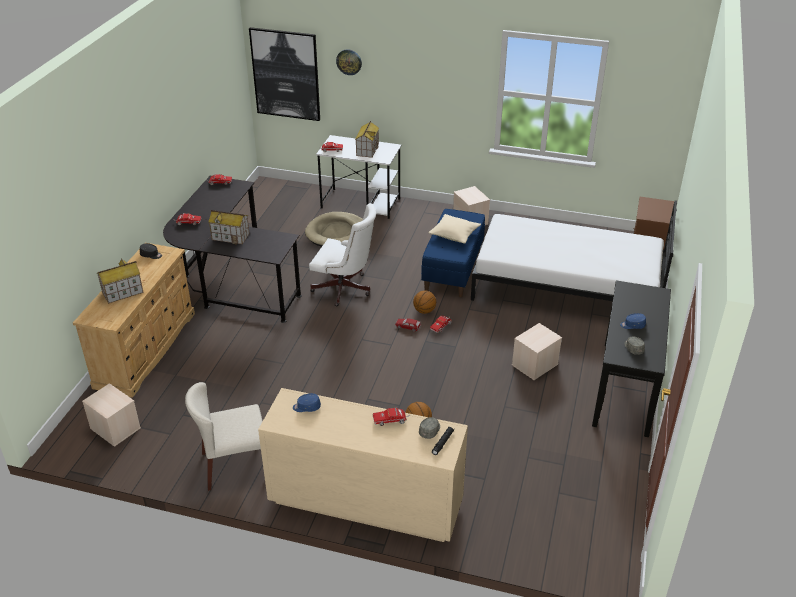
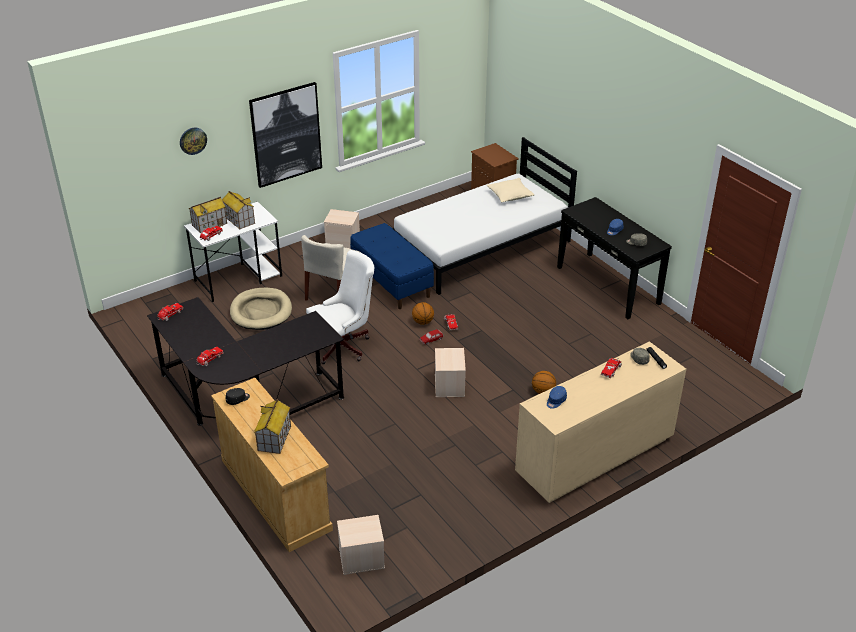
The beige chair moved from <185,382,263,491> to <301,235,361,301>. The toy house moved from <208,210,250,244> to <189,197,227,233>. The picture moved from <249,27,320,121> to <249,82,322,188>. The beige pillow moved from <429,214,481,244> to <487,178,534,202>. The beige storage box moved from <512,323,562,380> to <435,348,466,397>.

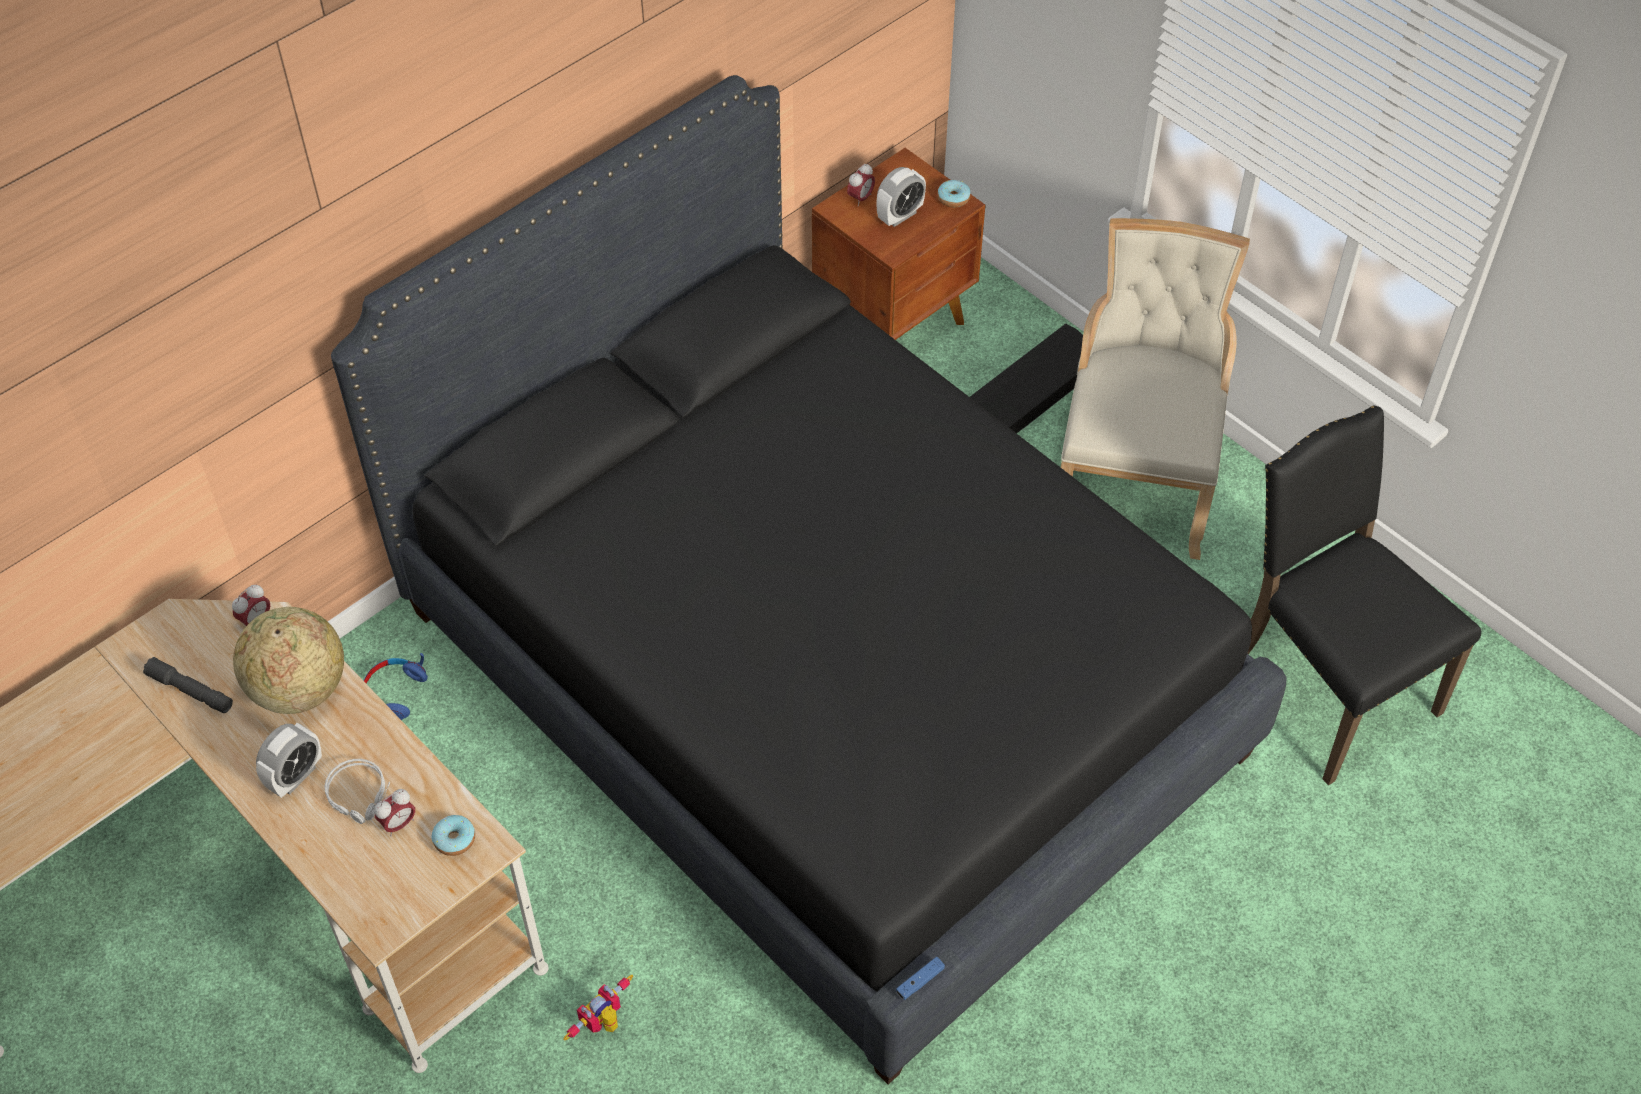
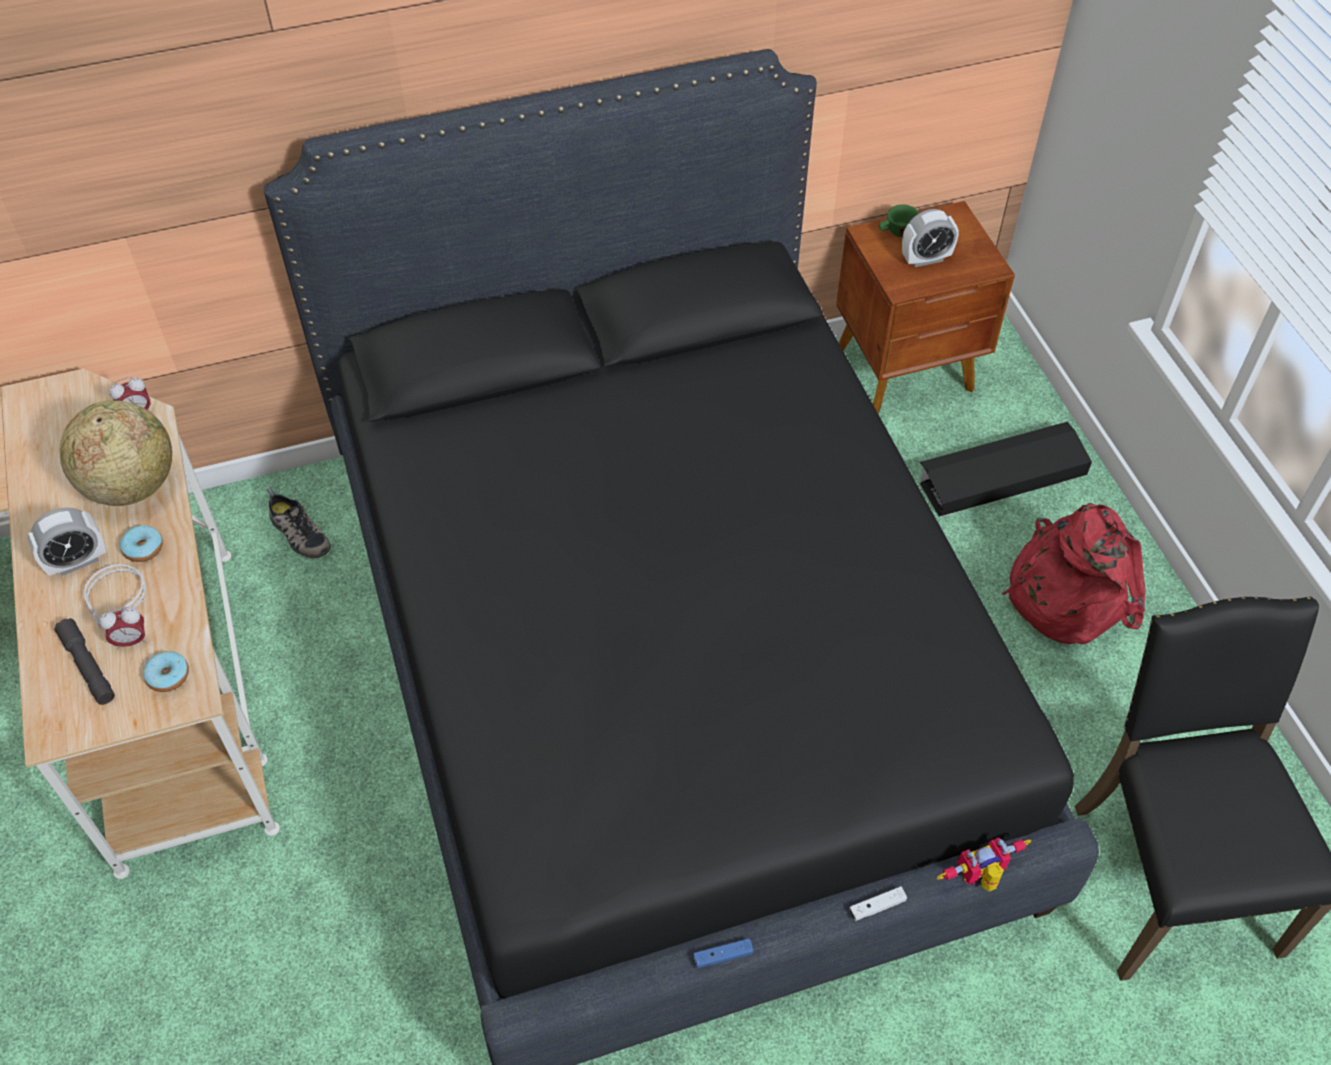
The white game controller at <849,886,907,921> appeared. The grey flashlight moved from <143,657,233,713> to <54,618,115,705>. The toy robot moved from <563,975,633,1041> to <937,838,1031,892>. The blue game controller moved from <896,957,945,1000> to <693,938,754,968>. The donut moved from <937,180,971,208> to <120,525,163,562>. The blue headphones at <363,653,428,720> was replaced by the shoe at <267,487,331,558>. The alarm clock at <847,164,875,206> was replaced by the green cup at <879,204,919,237>. The beige chair at <1061,218,1250,560> was replaced by the red backpack at <1002,503,1145,644>.

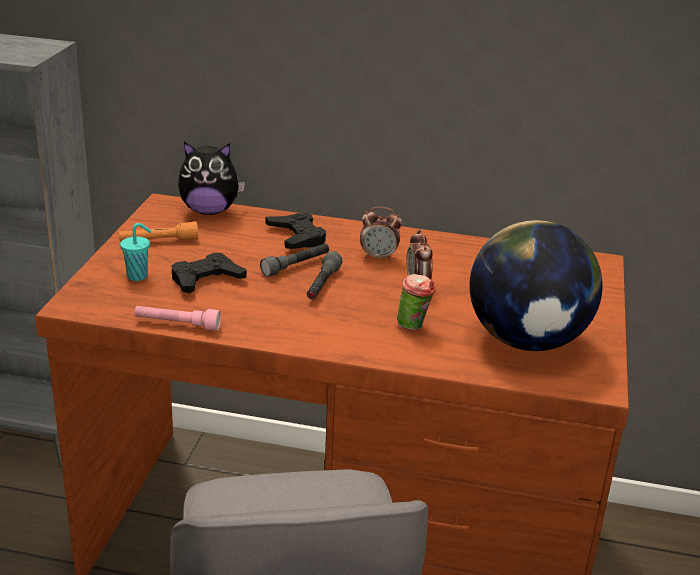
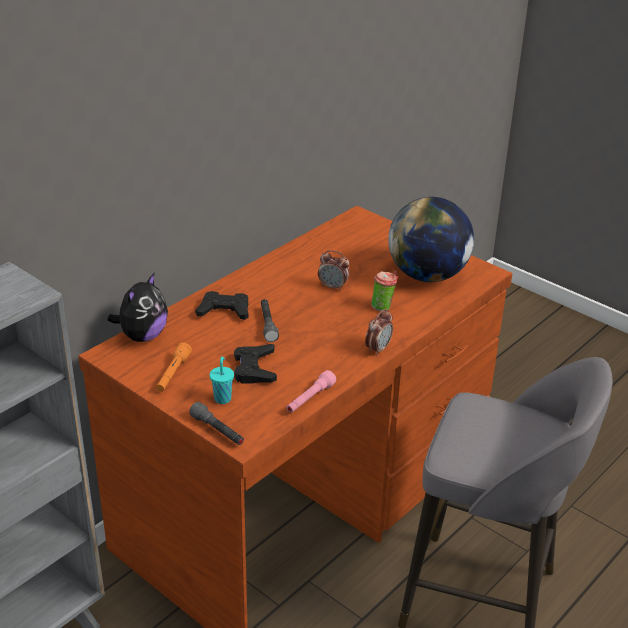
The grey flashlight moved from <307,251,343,299> to <189,402,244,445>. The alarm clock moved from <360,207,402,261> to <365,309,393,356>.

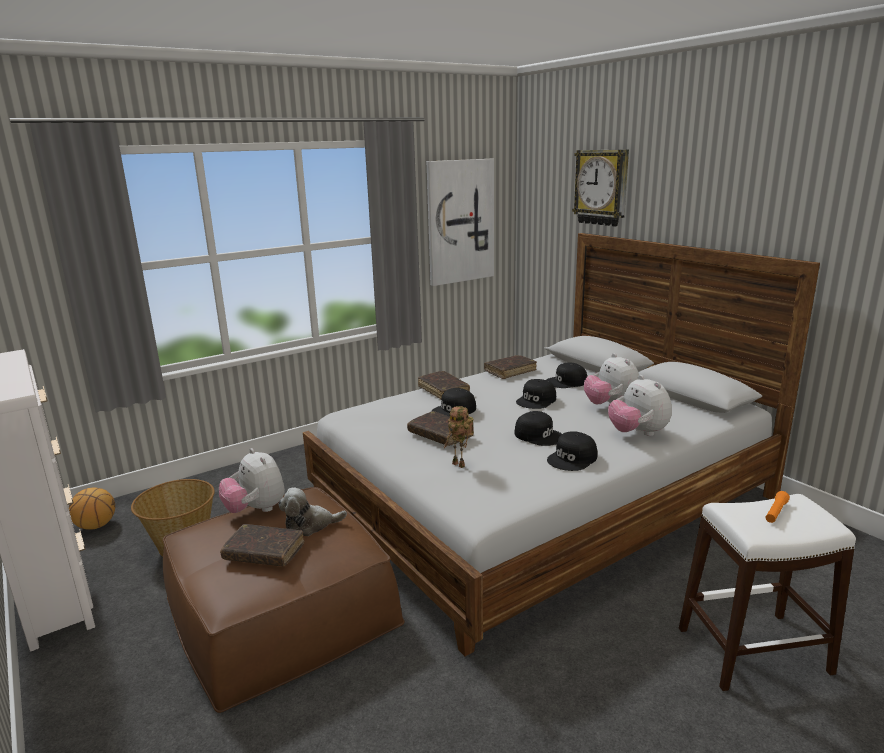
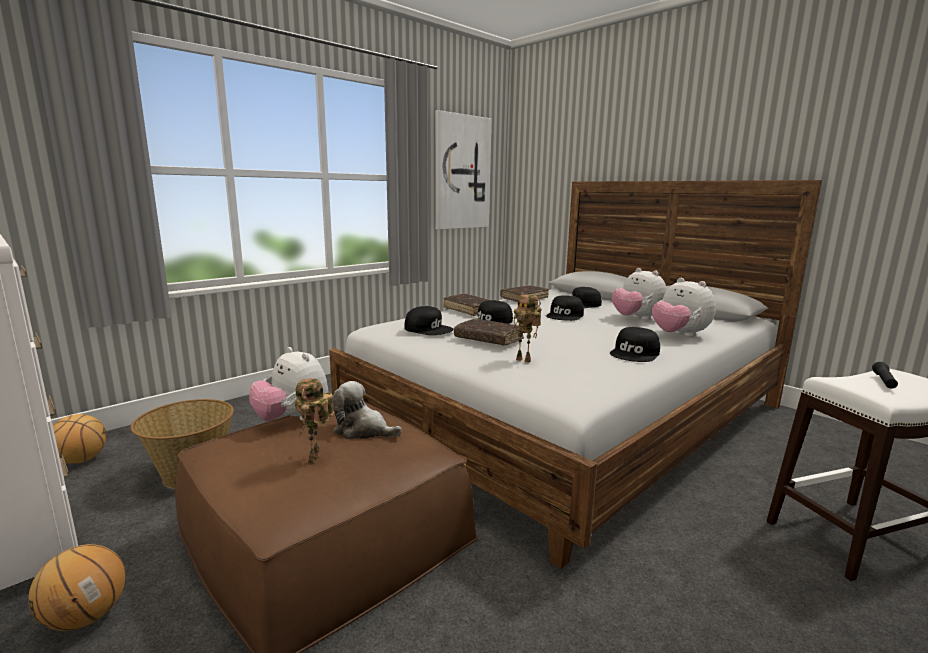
The wall clock at <572,150,629,227> disappeared. The basketball at <28,544,125,631> appeared. The black cap moved from <514,411,562,446> to <404,306,454,335>. The brown book at <220,524,305,567> was replaced by the toy robot at <295,378,334,463>. The orange flashlight at <766,491,790,523> became the black flashlight at <872,362,898,388>. The plush toy at <278,487,347,536> turned 45 degrees clockwise.

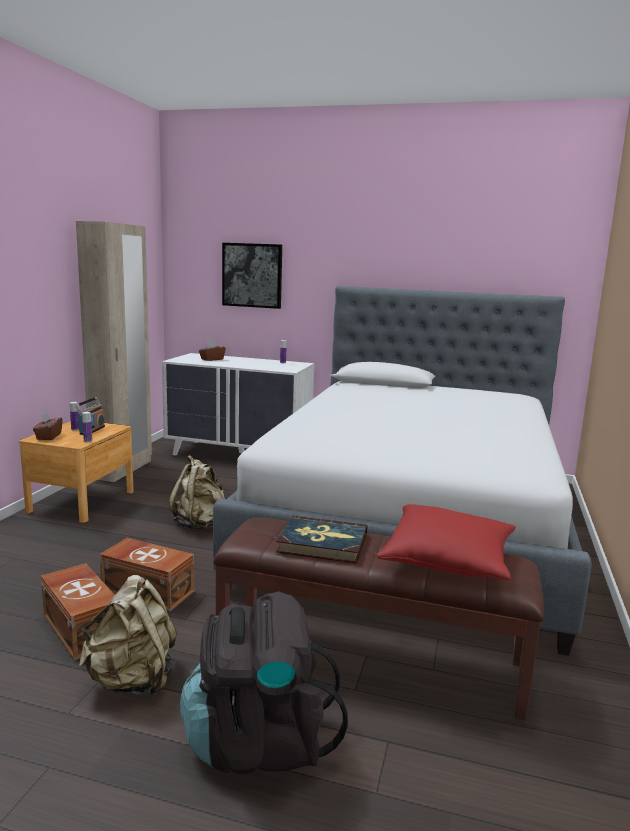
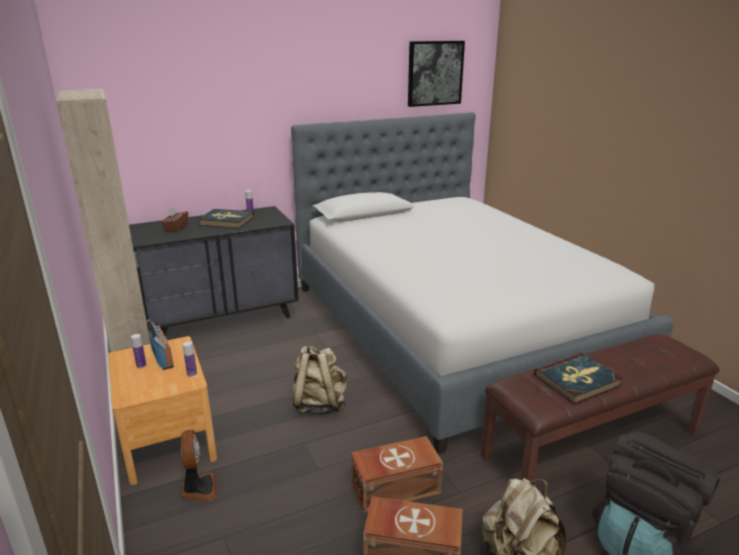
The brown tissue box at <33,412,63,440> disappeared. The red pillow at <376,504,516,580> disappeared. The fan at <181,430,216,501> appeared. The book at <198,209,254,229> appeared. The picture moved from <222,243,282,309> to <408,41,465,107>. The white dresser at <162,353,314,455> became the black dresser at <129,206,299,335>.

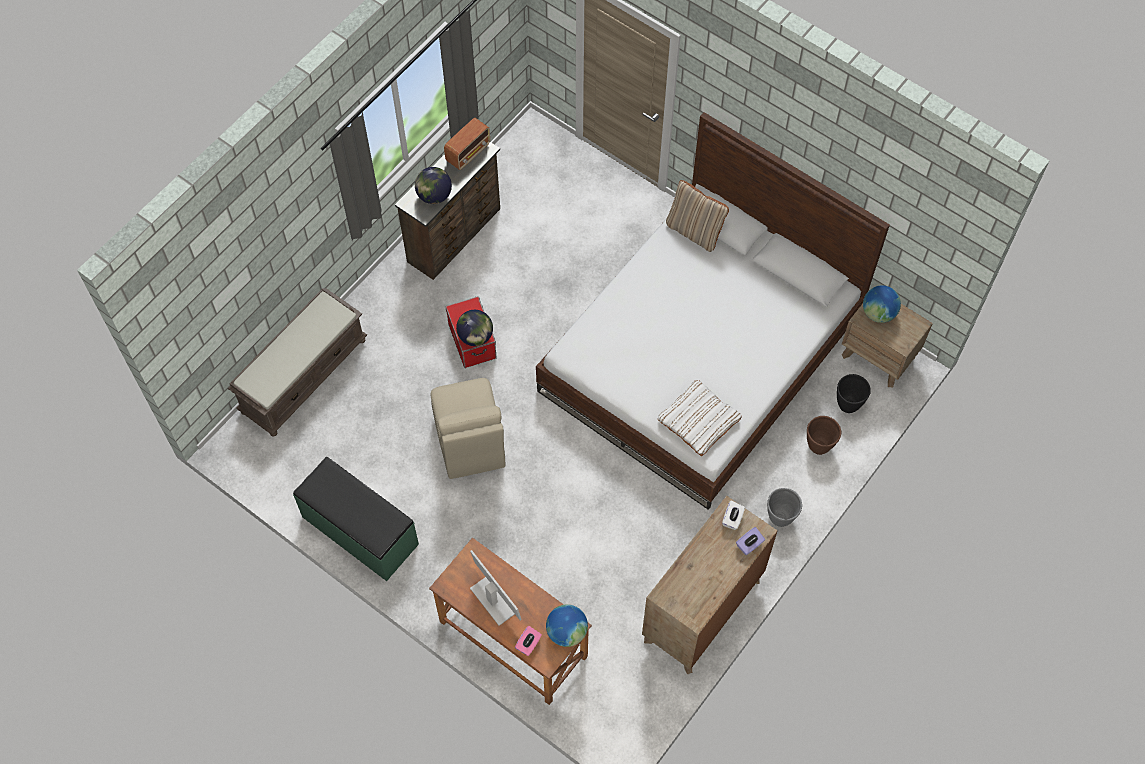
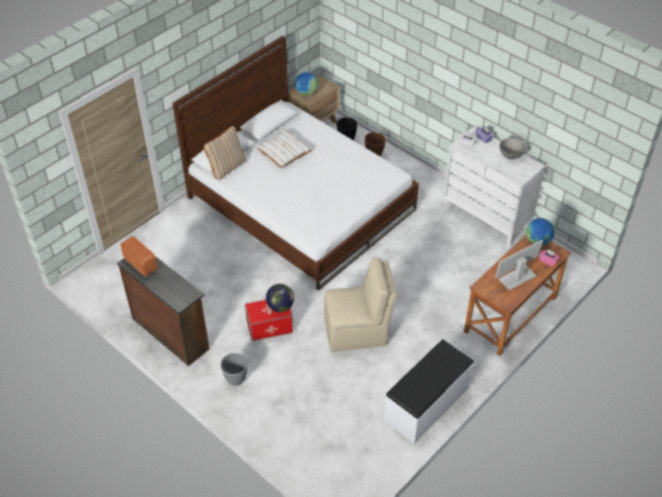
The brown bench at <228,288,367,437> disappeared. The globe at <415,167,452,204> disappeared. The grey bowl at <499,137,526,159> appeared. The white pillow moved from <658,380,742,456> to <257,130,311,168>. The grey planter moved from <767,488,802,527> to <220,353,248,386>. The green bench at <293,457,419,581> became the white bench at <384,339,474,444>. The brown dresser at <642,496,778,675> became the white dresser at <444,127,546,248>.

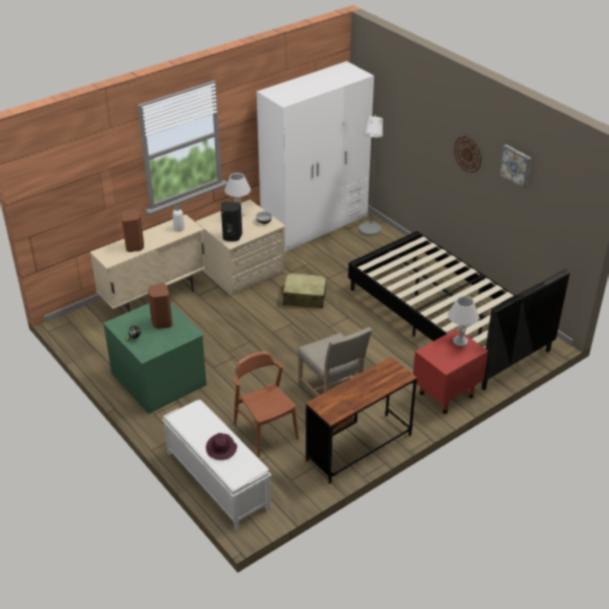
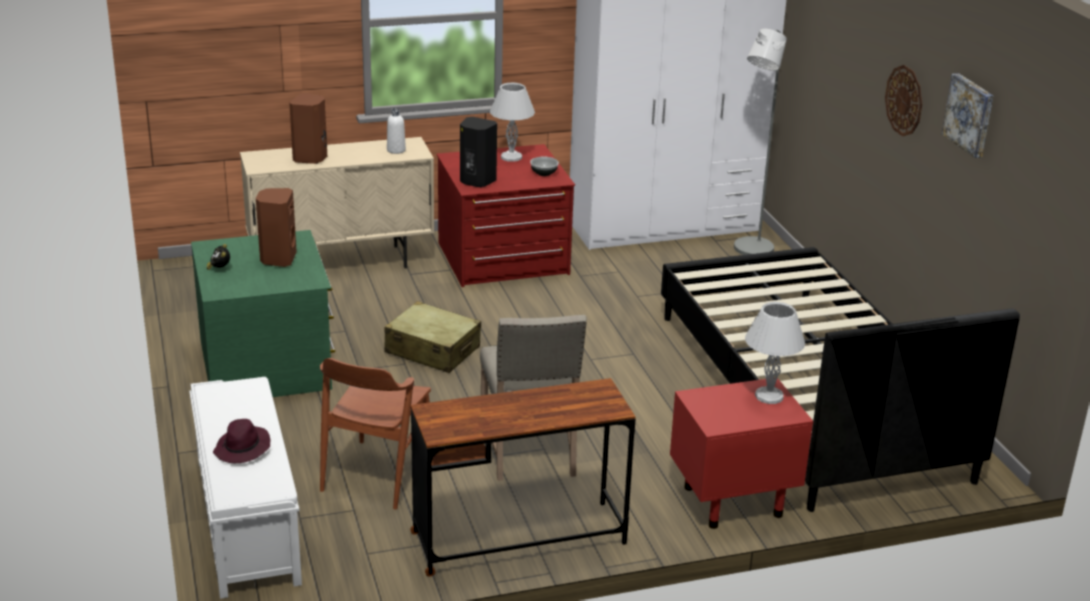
The beige suitcase moved from <282,272,327,308> to <384,301,481,373>. The beige dresser at <195,200,286,297> became the red dresser at <437,144,575,287>. The brown chair at <234,351,299,457> turned 150 degrees counterclockwise.

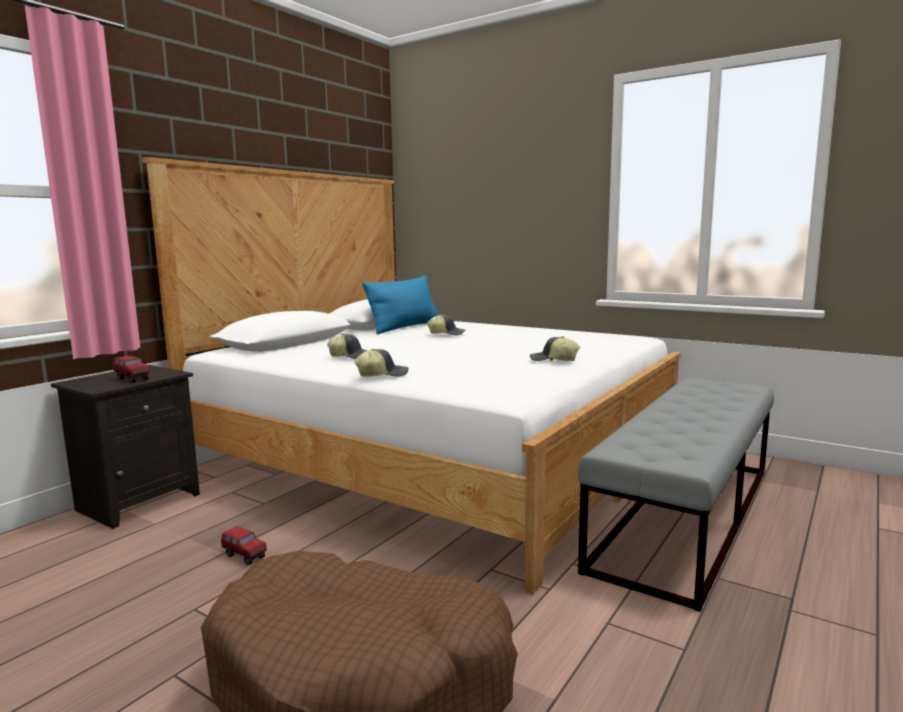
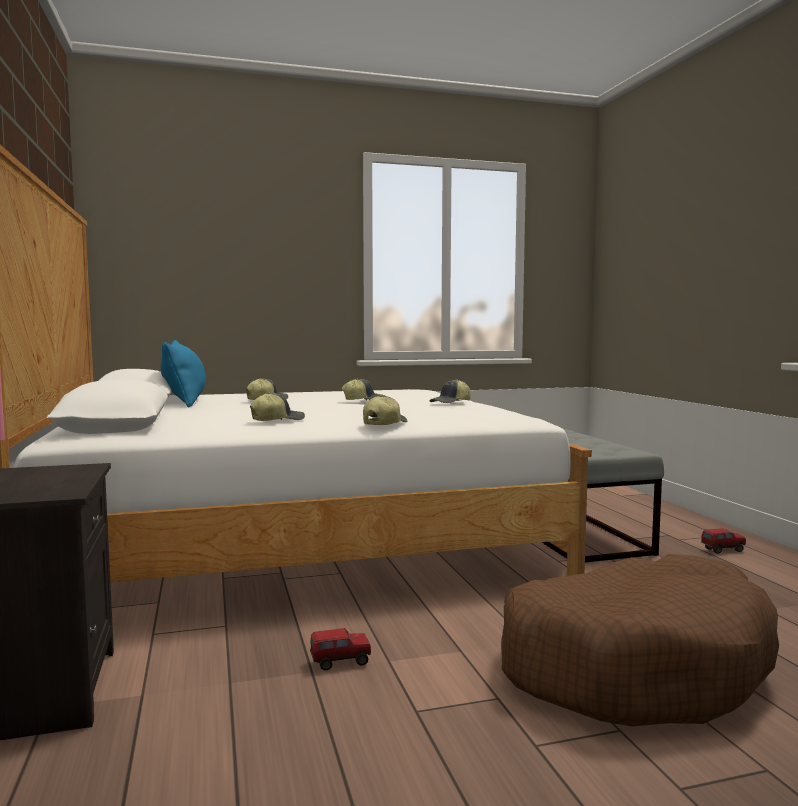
The cap at <342,379,385,400> appeared. The toy truck moved from <113,356,150,383> to <701,528,746,554>.

